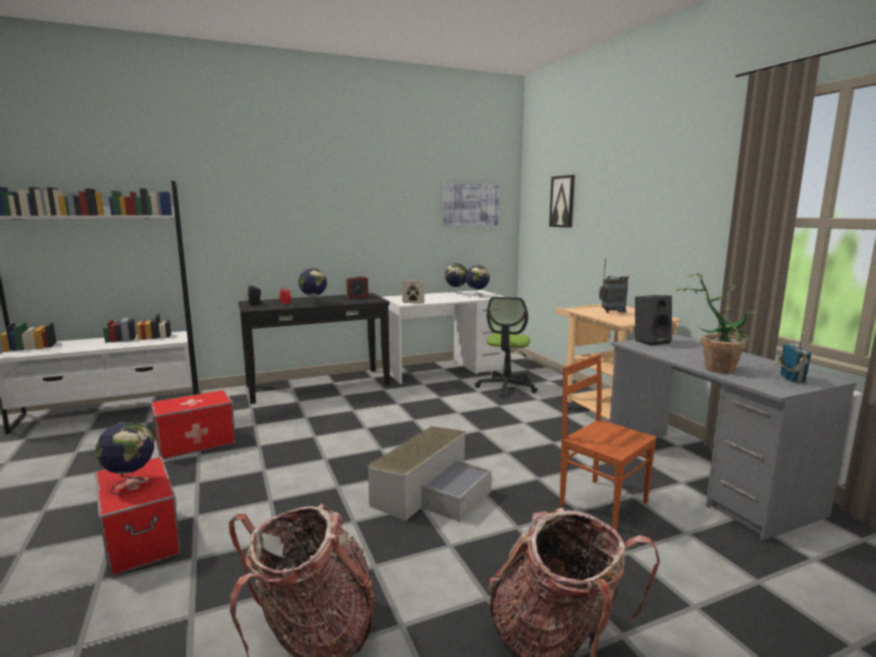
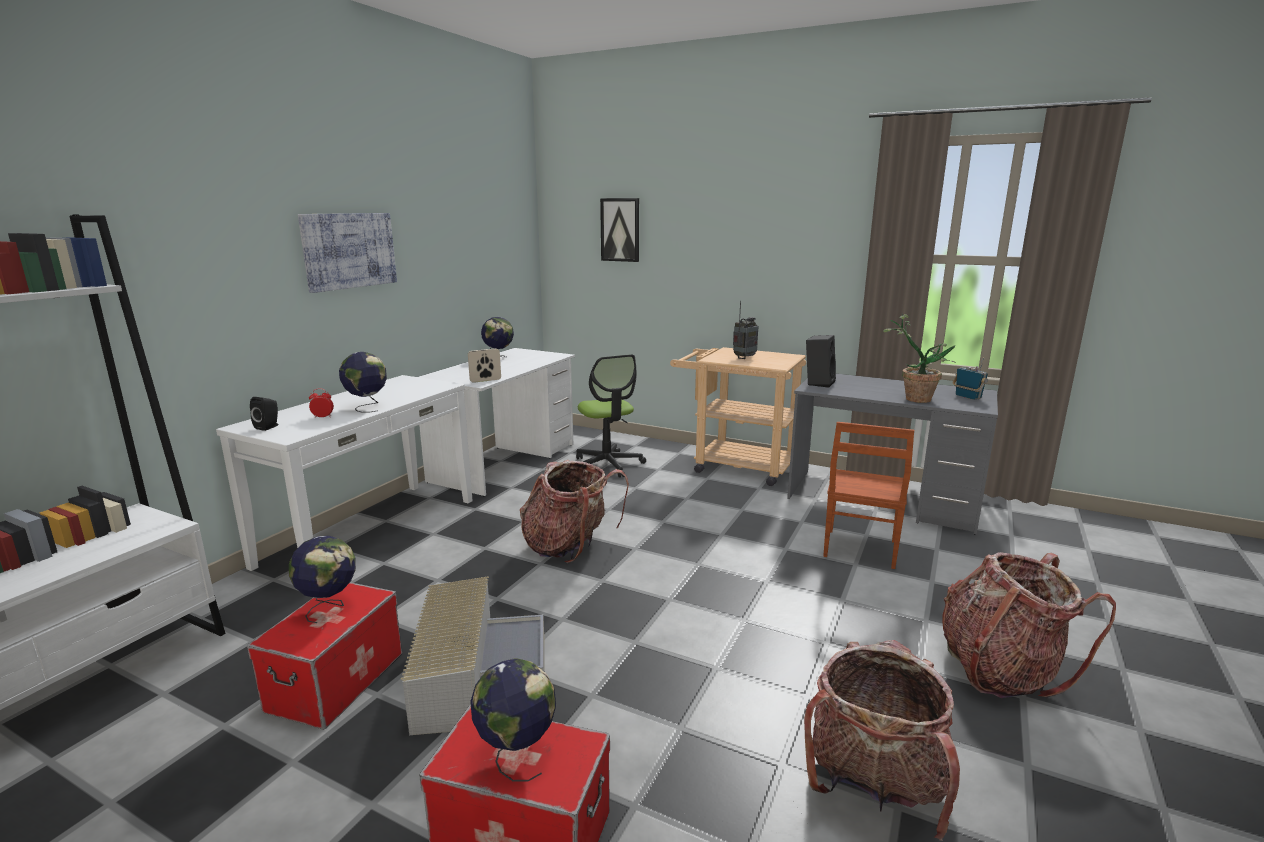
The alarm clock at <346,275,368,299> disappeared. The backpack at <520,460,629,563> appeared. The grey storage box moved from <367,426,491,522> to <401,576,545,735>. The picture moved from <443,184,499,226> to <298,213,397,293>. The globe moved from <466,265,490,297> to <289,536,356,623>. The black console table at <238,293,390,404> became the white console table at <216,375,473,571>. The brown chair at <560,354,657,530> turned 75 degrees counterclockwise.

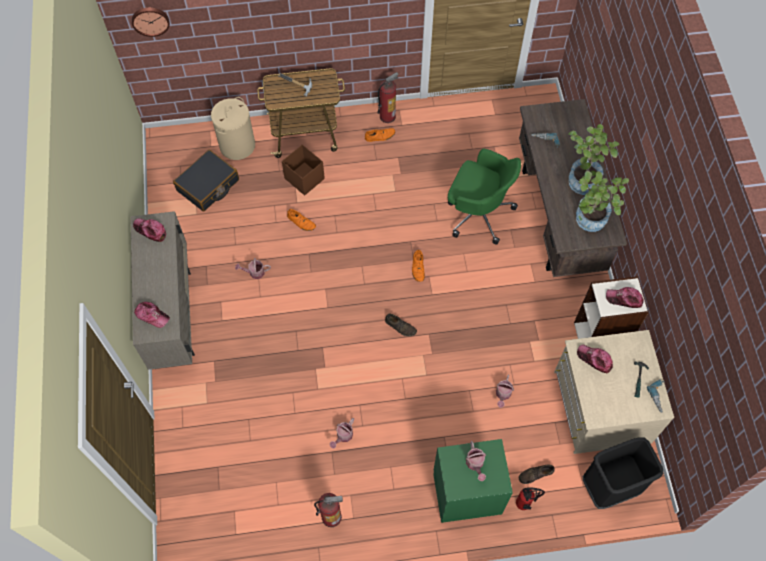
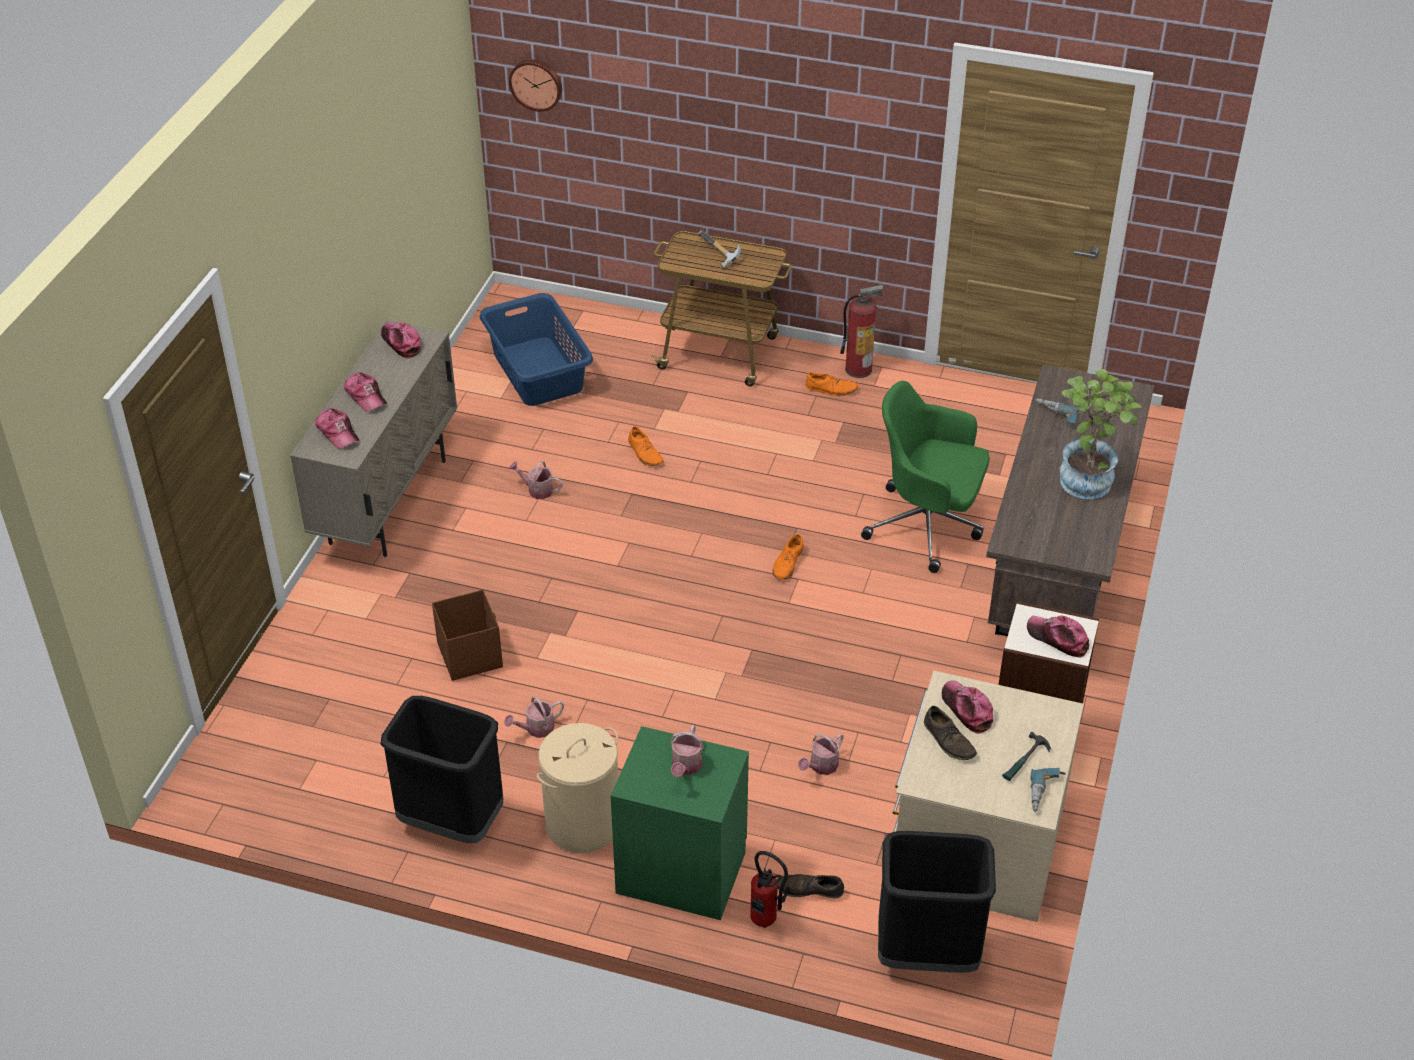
The potted plant at <576,171,629,232> disappeared. The cap at <344,372,387,412> appeared. The beige laundry basket moved from <211,97,255,160> to <537,723,618,853>. The brown storage box moved from <282,144,325,196> to <432,590,503,681>. The brown shoe moved from <385,313,417,336> to <924,706,977,760>. The black suitcase at <173,150,239,211> was replaced by the blue laundry basket at <480,293,593,406>. The fire extinguisher at <314,493,343,527> was replaced by the black trash can at <380,696,503,843>. The green office chair at <448,149,521,245> turned 150 degrees clockwise.

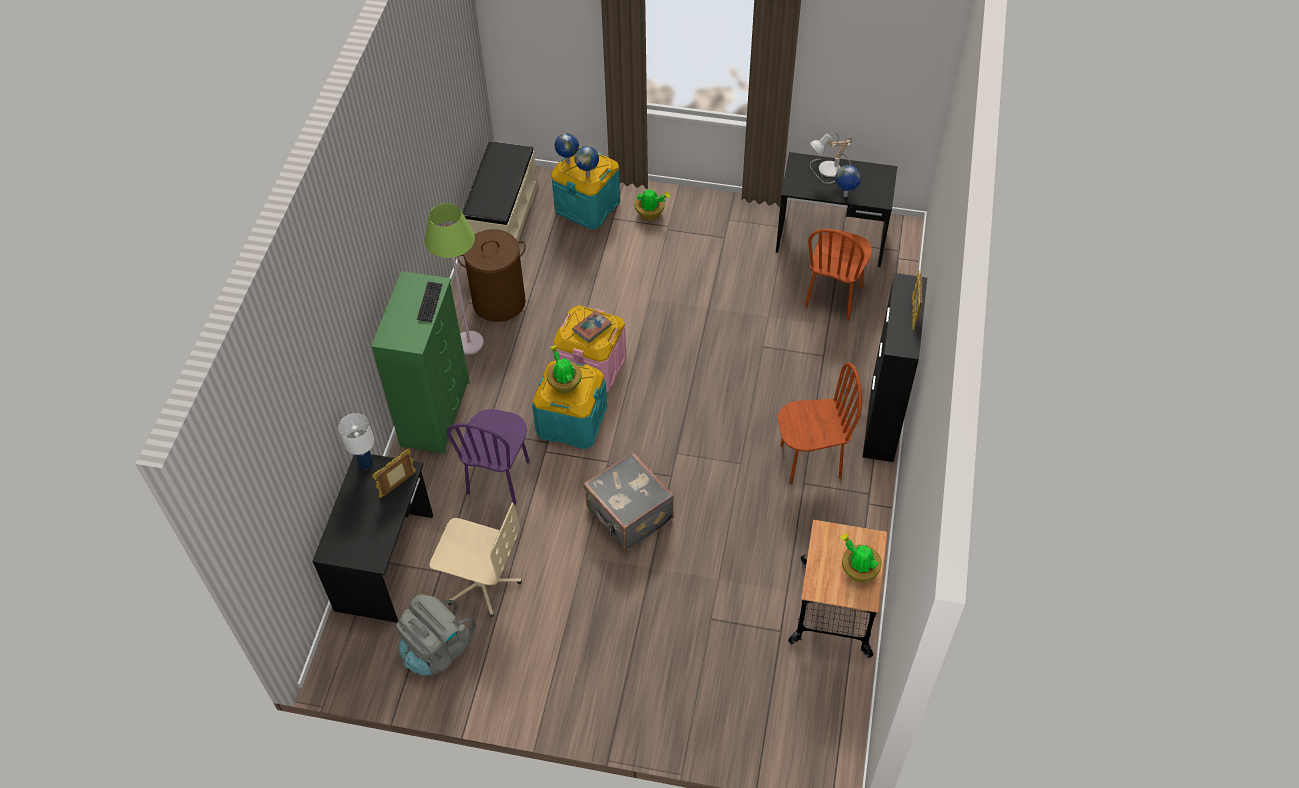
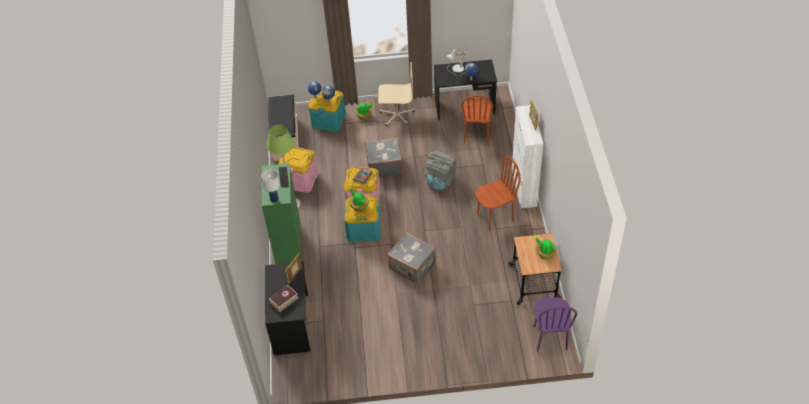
The book at <269,285,299,312> appeared. The grey suitcase at <365,138,402,177> appeared. The white table lamp moved from <338,413,374,470> to <261,169,280,203>. The grey backpack moved from <396,594,476,676> to <425,151,456,190>. The beige office chair moved from <430,503,522,617> to <378,62,415,126>. The purple chair moved from <447,409,530,505> to <534,297,577,352>. The brown laundry basket at <457,229,526,322> was replaced by the pink storage box at <279,147,319,193>. The black cabinet at <863,273,927,462> became the white cabinet at <512,105,543,208>.

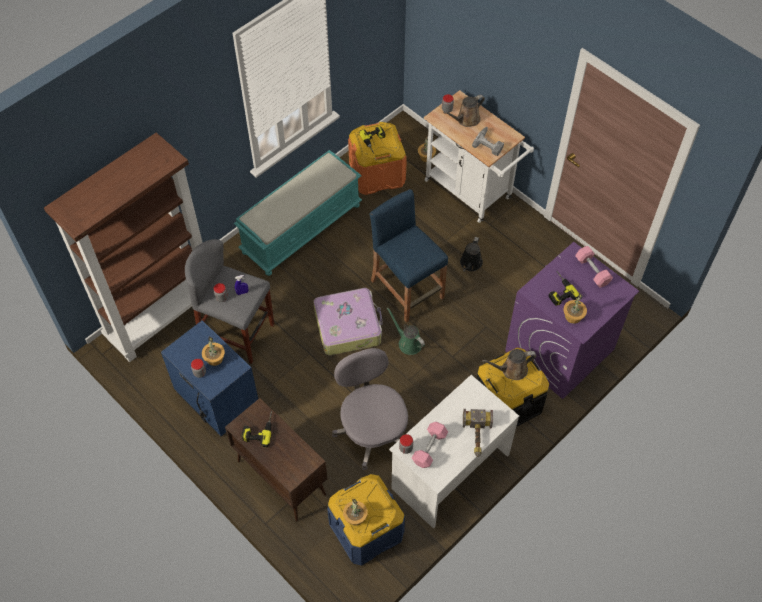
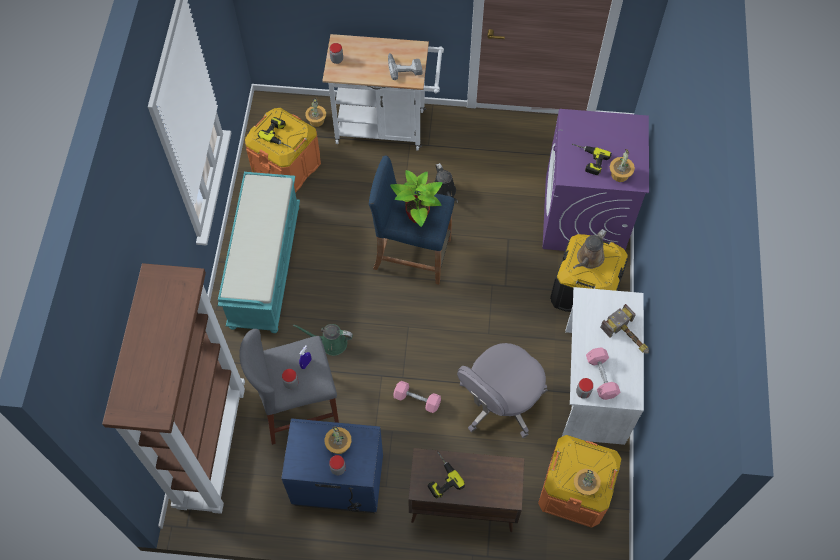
The suitcase at <314,288,382,355> disappeared. The brown watering can at <443,95,485,127> disappeared. The potted plant at <390,170,443,227> appeared. The green watering can moved from <387,308,425,355> to <293,324,353,356>. The pink dumbbell moved from <575,246,613,287> to <393,381,441,413>. The blue storage box at <327,474,405,566> became the orange storage box at <538,435,622,528>. The grey office chair at <332,348,408,470> turned 75 degrees counterclockwise.

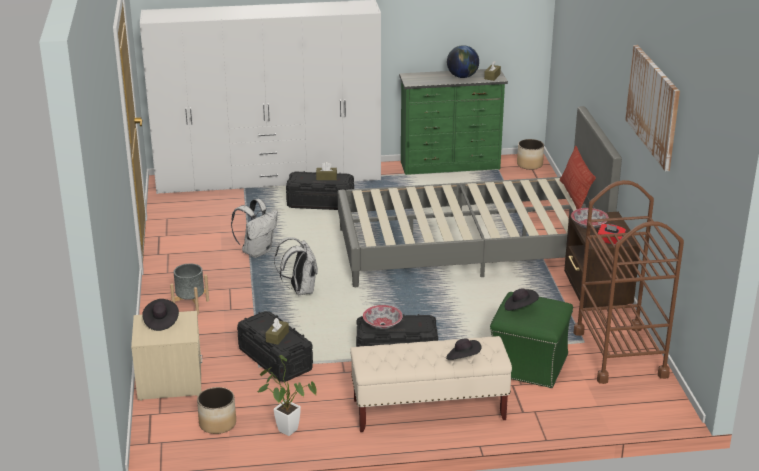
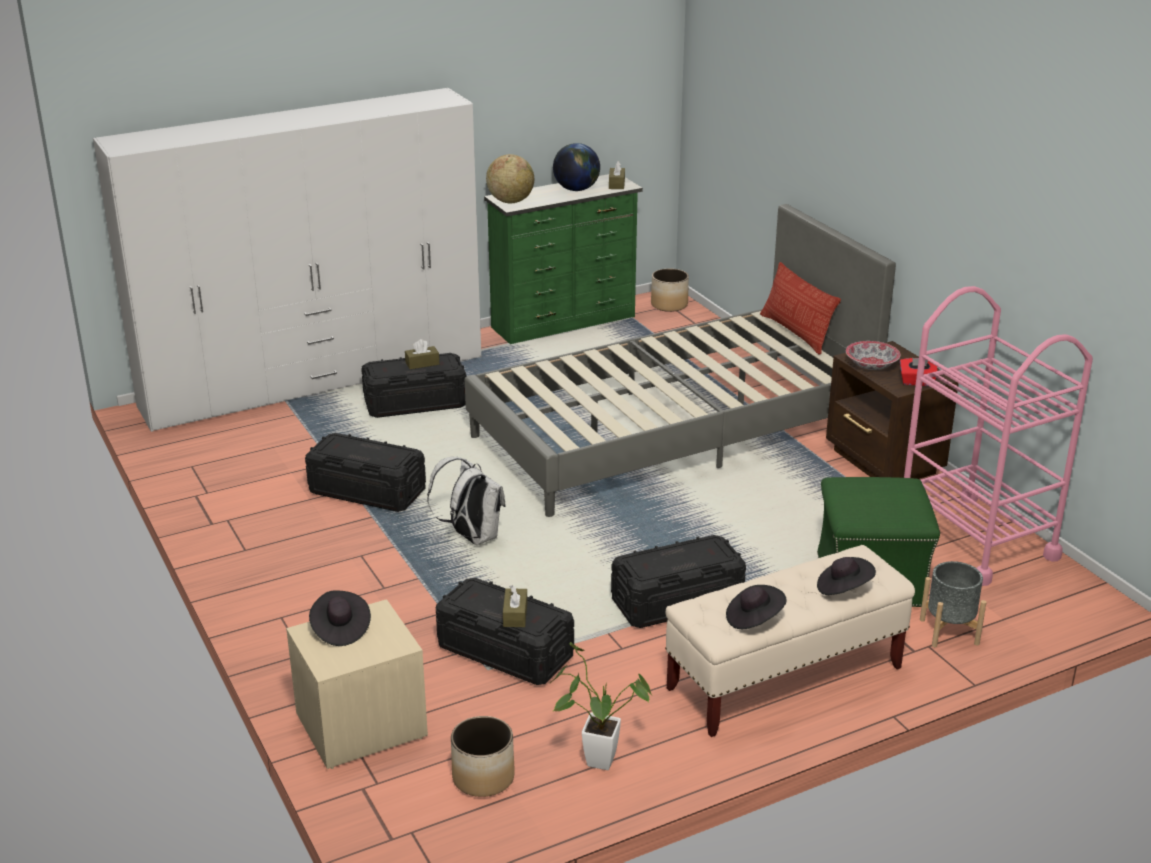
The bowl at <363,305,403,329> disappeared. The picture at <625,45,680,171> disappeared. The globe at <486,154,534,203> appeared. The grey planter moved from <170,263,209,315> to <920,561,987,647>. The black hat moved from <505,288,539,311> to <726,585,787,629>. The white backpack at <231,199,278,258> was replaced by the black storage box at <305,433,426,512>. The brown cart at <574,180,684,384> became the pink cart at <904,286,1093,586>.

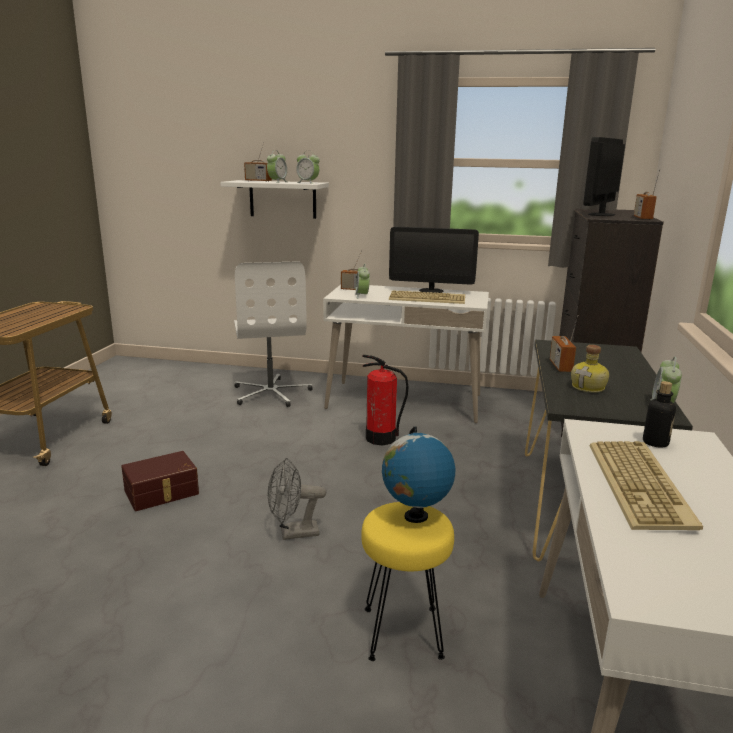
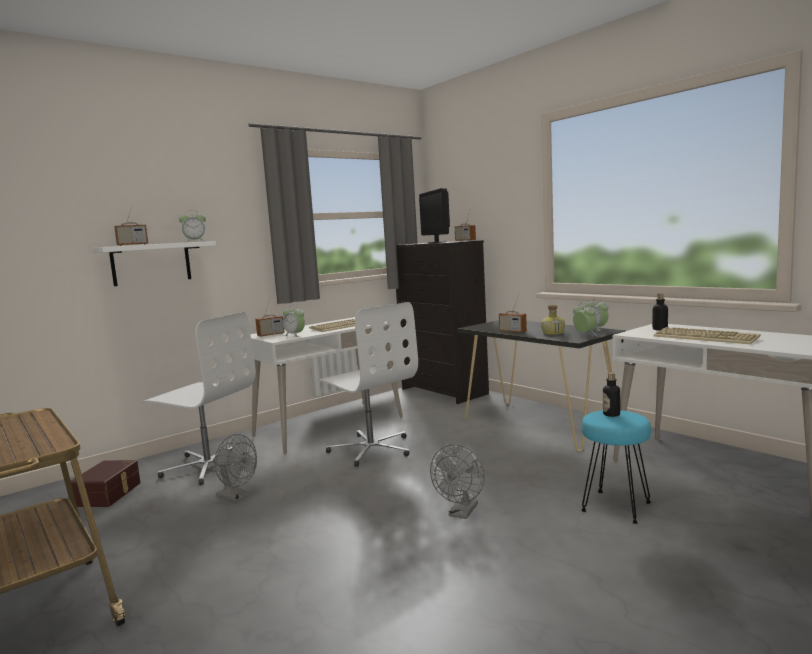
The monitor at <389,227,479,293> disappeared. The grey fan at <213,434,257,502> appeared. The brown storage box moved from <121,451,199,511> to <71,460,141,507>. The alarm clock moved from <267,150,287,183> to <573,302,597,335>. The fire extinguisher at <362,355,408,445> was replaced by the white office chair at <318,302,418,467>. The globe at <382,427,455,523> was replaced by the bottle at <603,372,620,417>. The yellow stool at <361,502,454,661> became the turquoise stool at <581,410,651,524>.

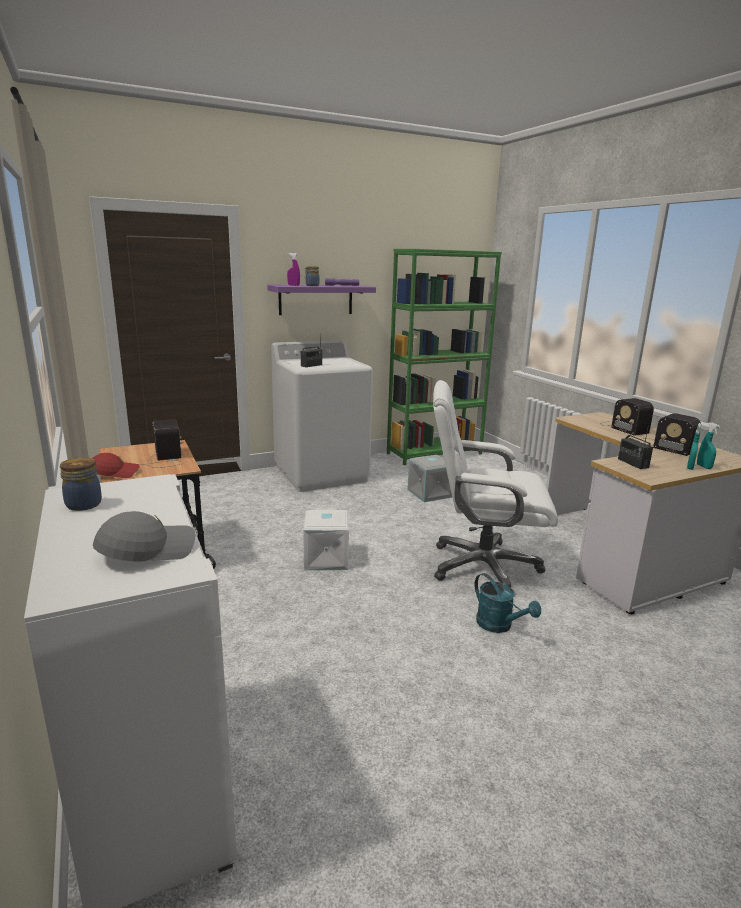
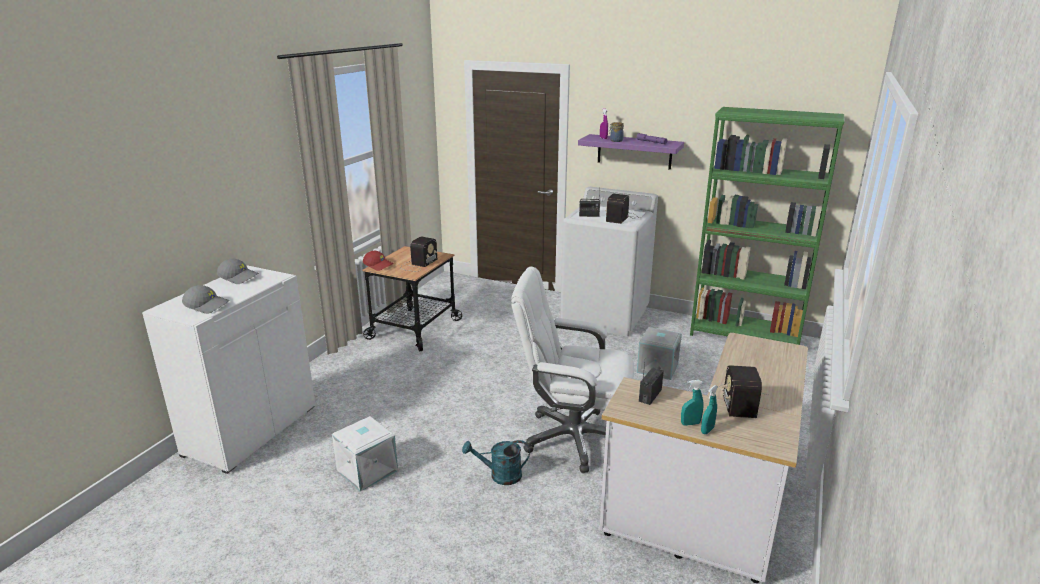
The white storage box moved from <303,509,349,570> to <332,416,398,491>. The radio moved from <600,398,654,436> to <605,194,641,224>. The jar at <60,457,102,511> was replaced by the grey cap at <217,259,259,284>. The white office chair at <433,380,558,588> turned 45 degrees counterclockwise. The turquoise watering can at <475,573,541,633> turned 75 degrees clockwise.

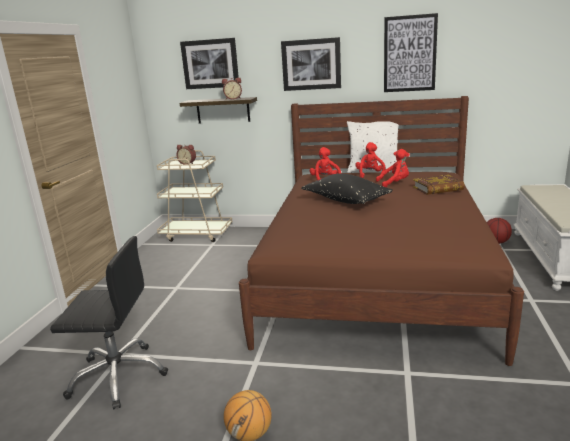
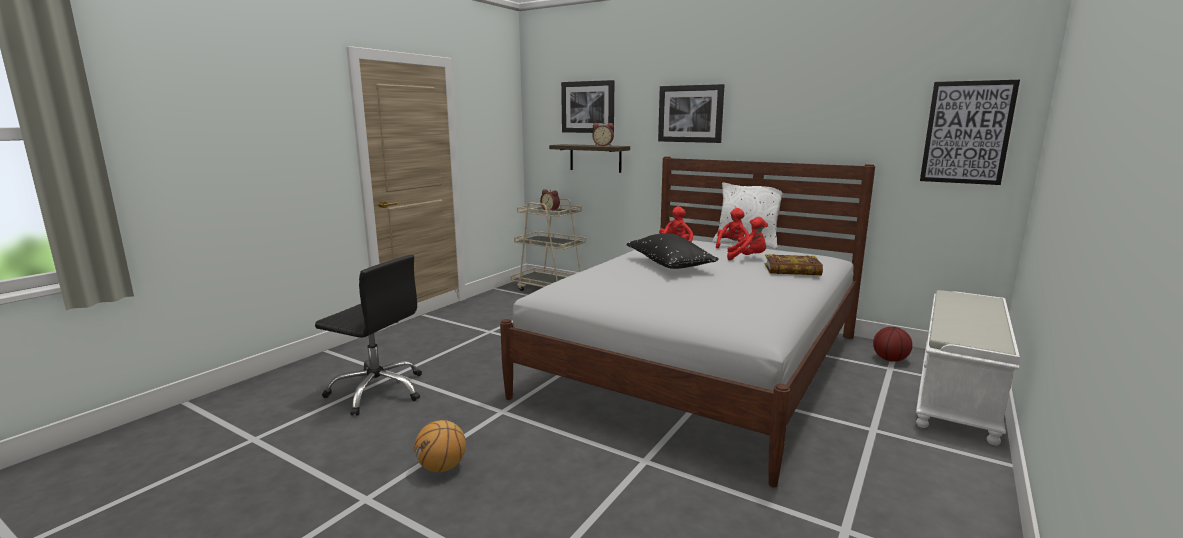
The picture moved from <384,13,438,92> to <920,80,1020,185>. The brown bed at <239,96,524,366> became the white bed at <500,157,875,488>.

